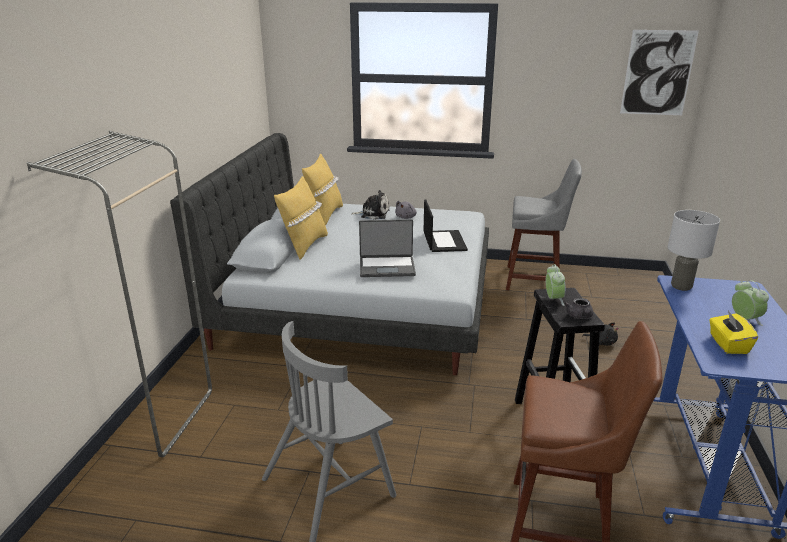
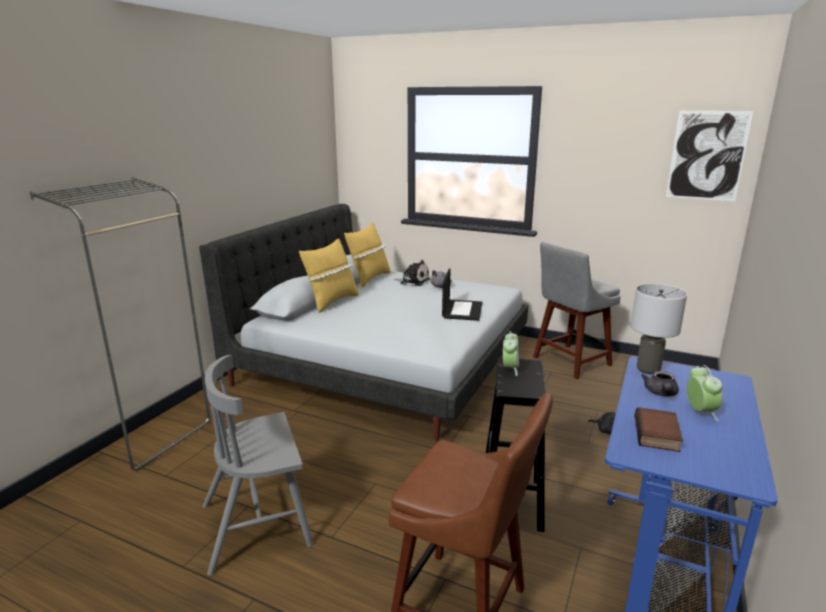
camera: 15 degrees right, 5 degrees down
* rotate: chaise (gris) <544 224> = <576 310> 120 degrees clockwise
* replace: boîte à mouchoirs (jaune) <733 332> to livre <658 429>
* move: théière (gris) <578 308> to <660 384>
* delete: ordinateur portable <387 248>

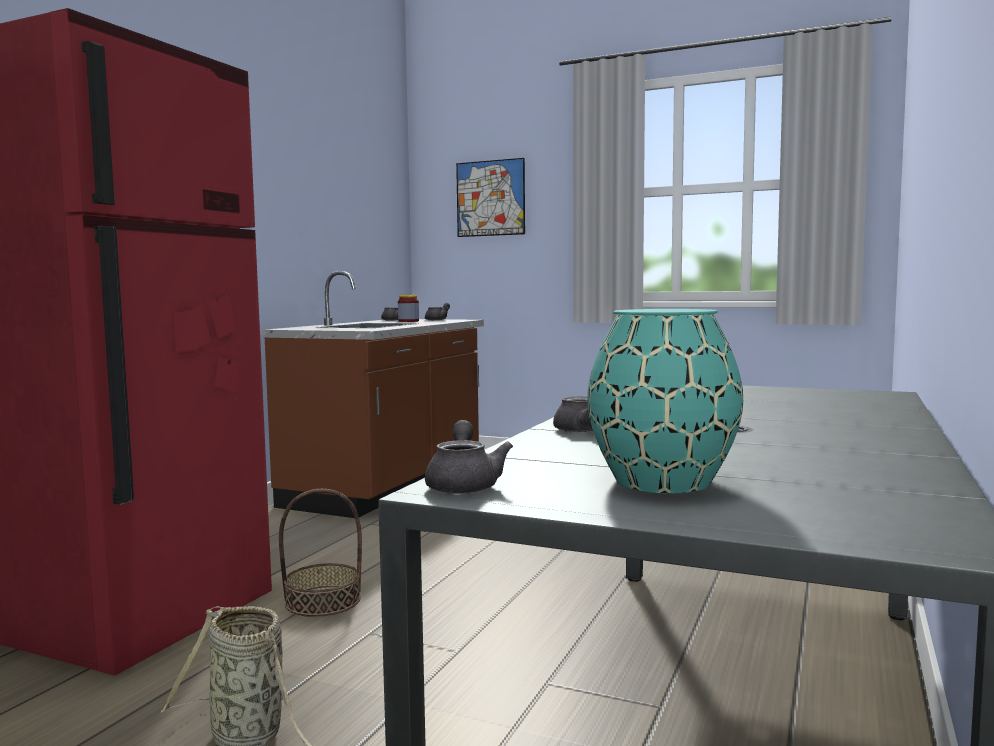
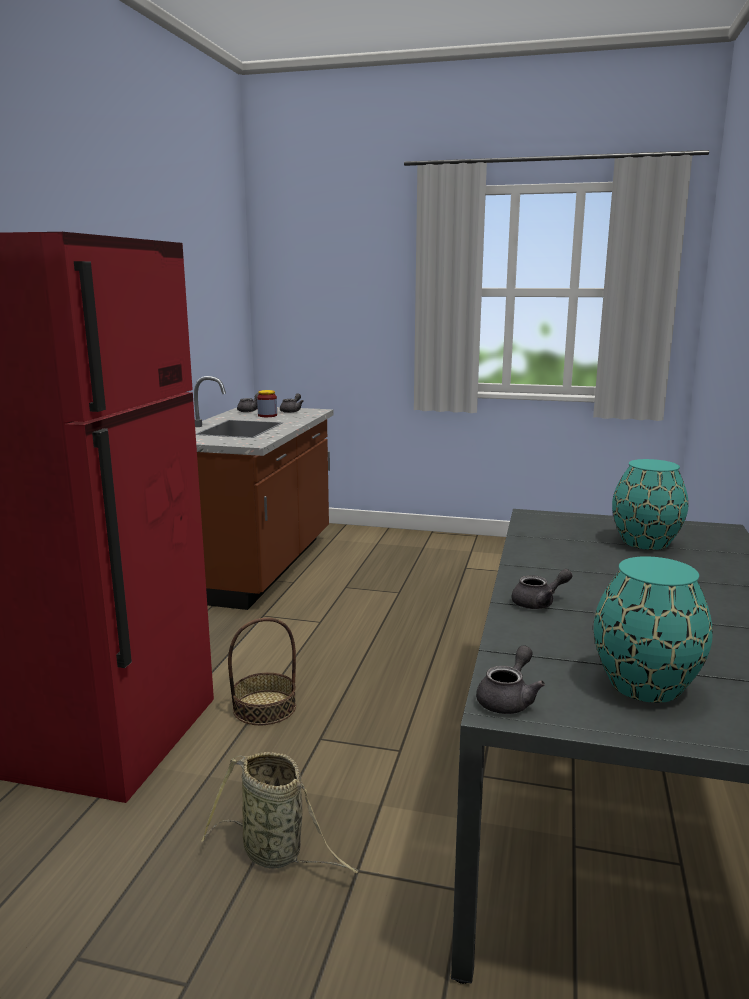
camera: 10 degrees left, 10 degrees up
* rotate: théière (gris) <469 457> = <510 680> 45 degrees clockwise
* insert: vase (turquoise) <650 504>
* delete: tableau <490 197>

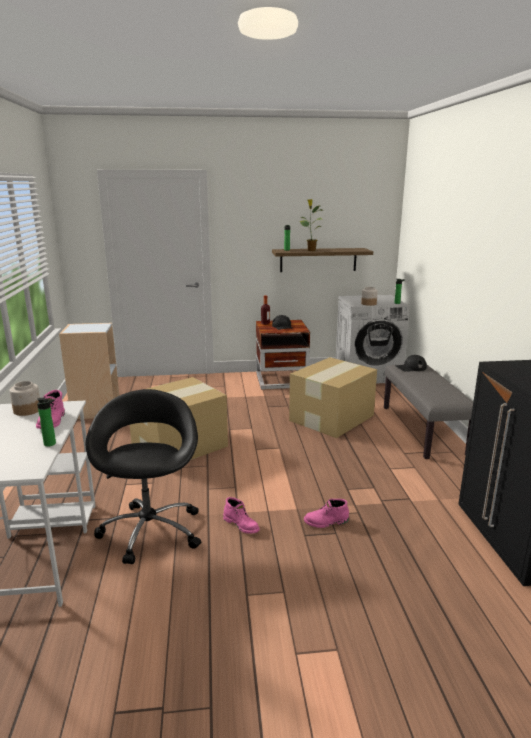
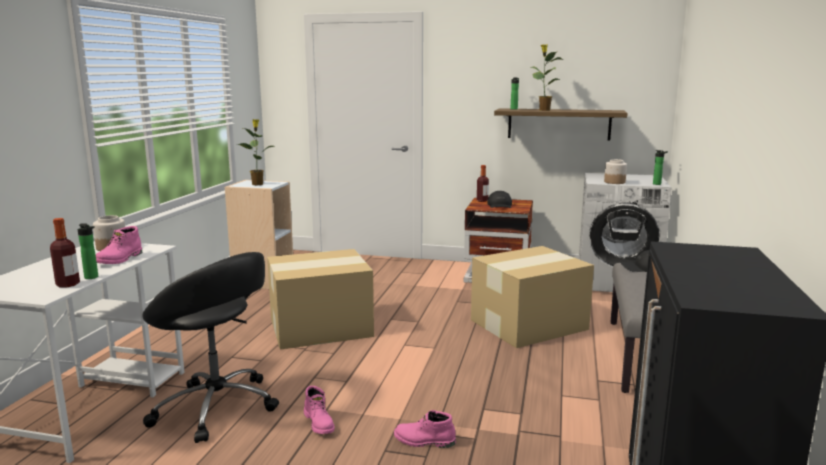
camera: 20 degrees right, 5 degrees down
* insert: bouteille <65 253>
* rotate: chaise de bureau (noir) <143 476> = <211 347> 105 degrees clockwise
* insert: plante en pot <256 152>

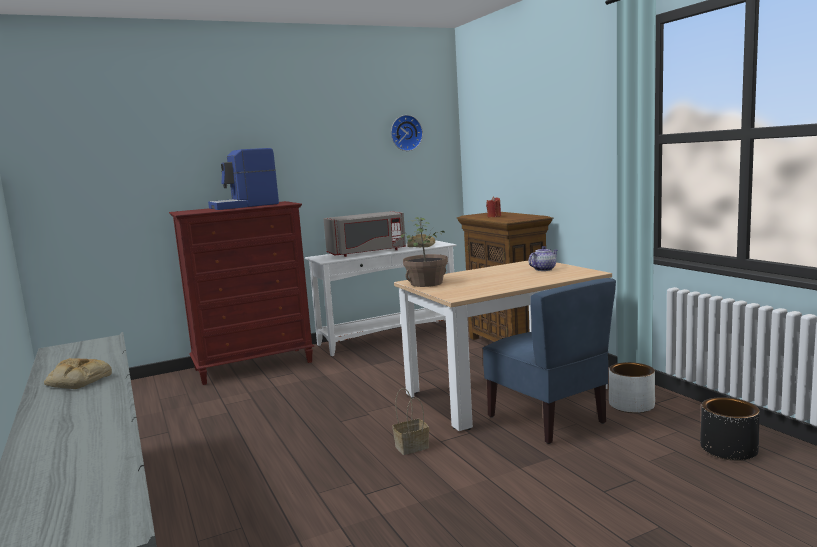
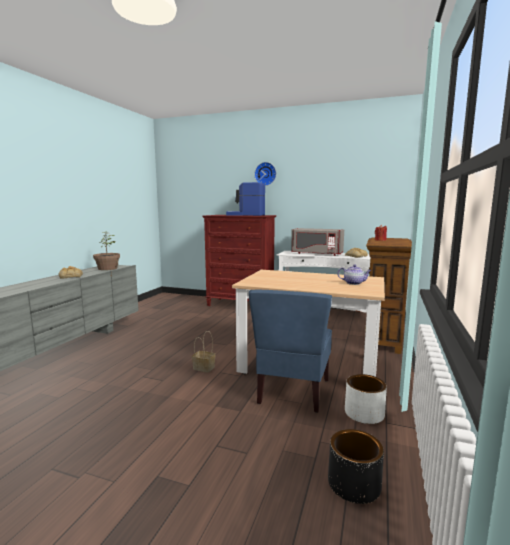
camera: 45 degrees right, 0 degrees up
* move: plante en pot <424 252> to <106 251>
* move: horloge murale <407 133> to <265 174>

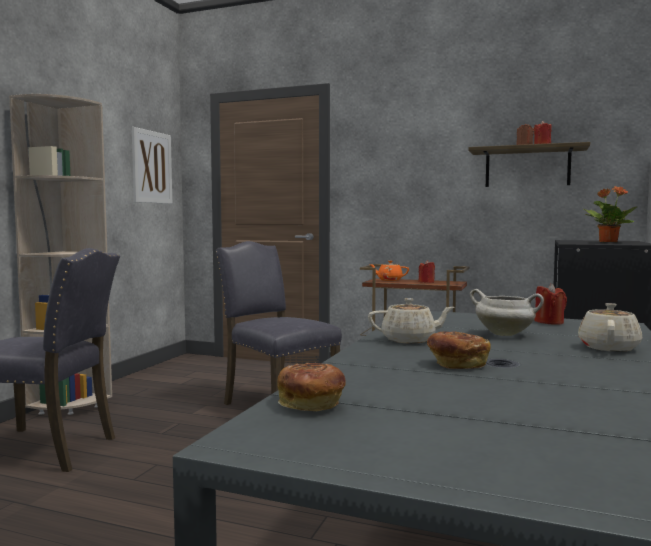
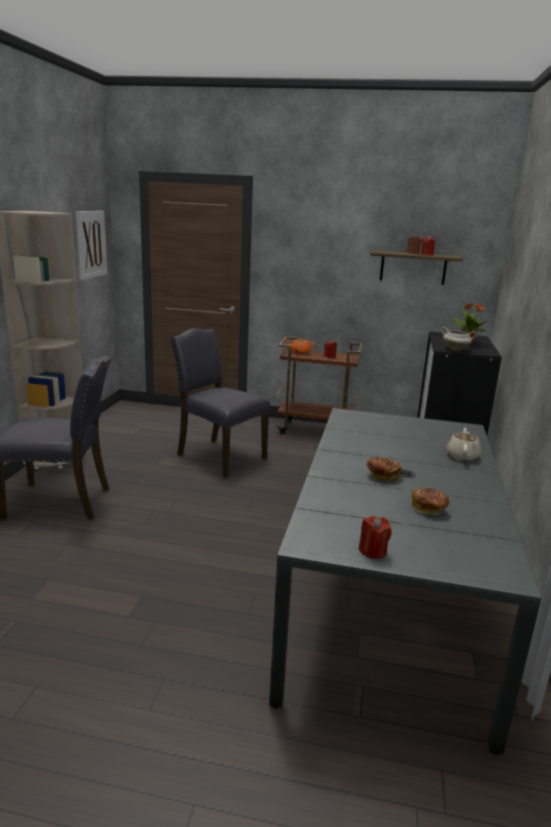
camera: 10 degrees left, 15 degrees up
* move: bougie (rouge) <550 304> to <375 537>
* move: pain <311 387> to <430 501>
* move: marmite (blanc) <507 312> to <458 338>
* delete: théière (beige) <411 321>

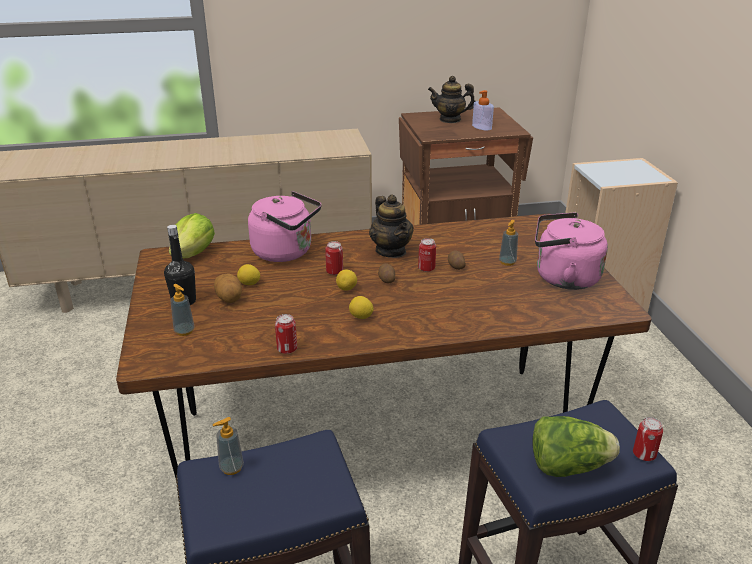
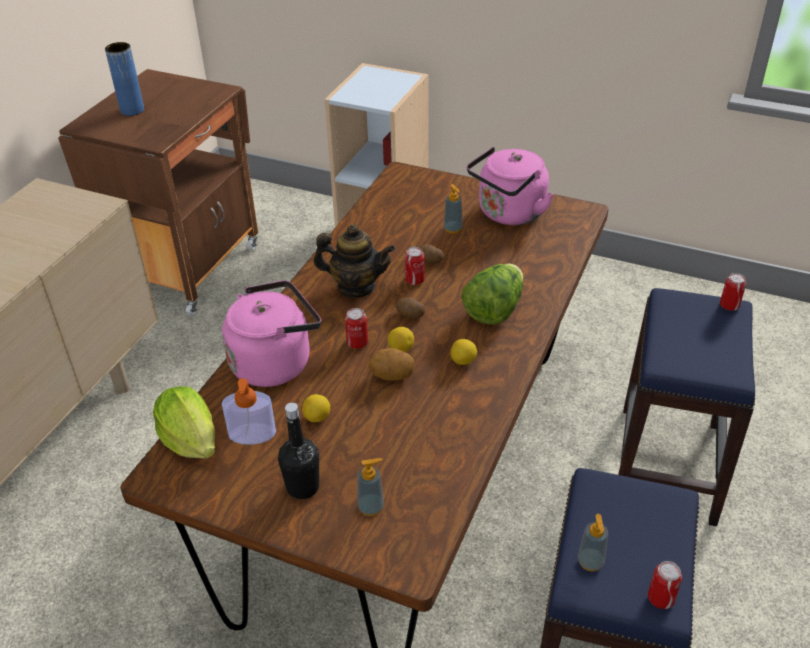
camera: 55 degrees left, 10 degrees up
* replace: théière <451 99> to vase (bleu) <124 79>
* move: distributeur de savon <483 110> to <249 411>
* move: pomme de terre <228 288> to <391 364>
* move: laitue <576 446> to <492 294>
* move: boîte métallique <286 334> to <665 585>

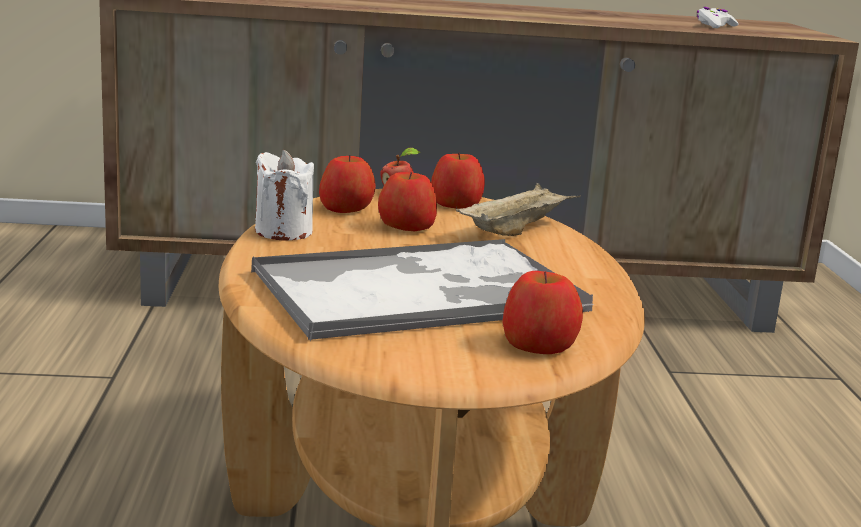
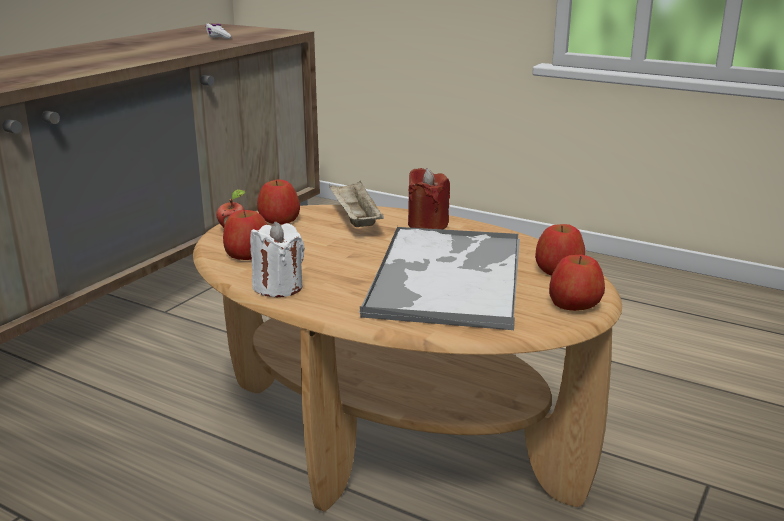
camera: 55 degrees left, 5 degrees up
* insert: bougie (rouge) <429 198>
* move: pomme <407 201> to <577 283>

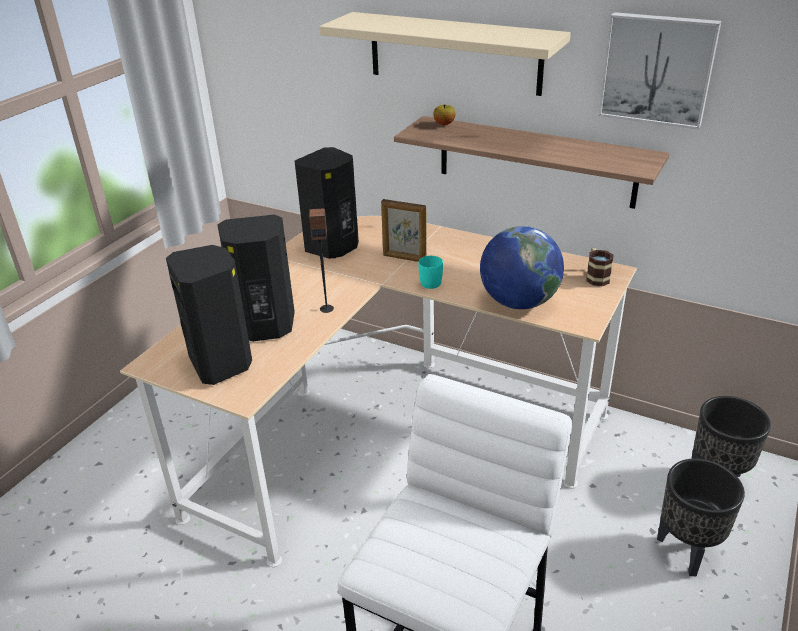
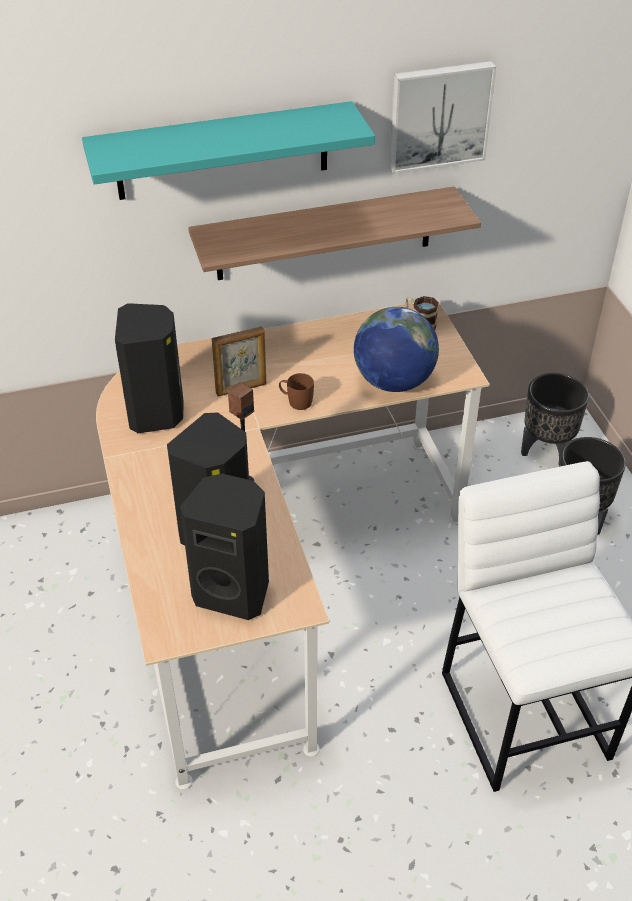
camera: 45 degrees left, 10 degrees up
* recolor: étagère (beige) <445 54> to étagère (turquoise) <228 150>
* recolor: mug (turquoise) <431 272> to mug (marron) <296 391>
* delete: pomme <444 114>

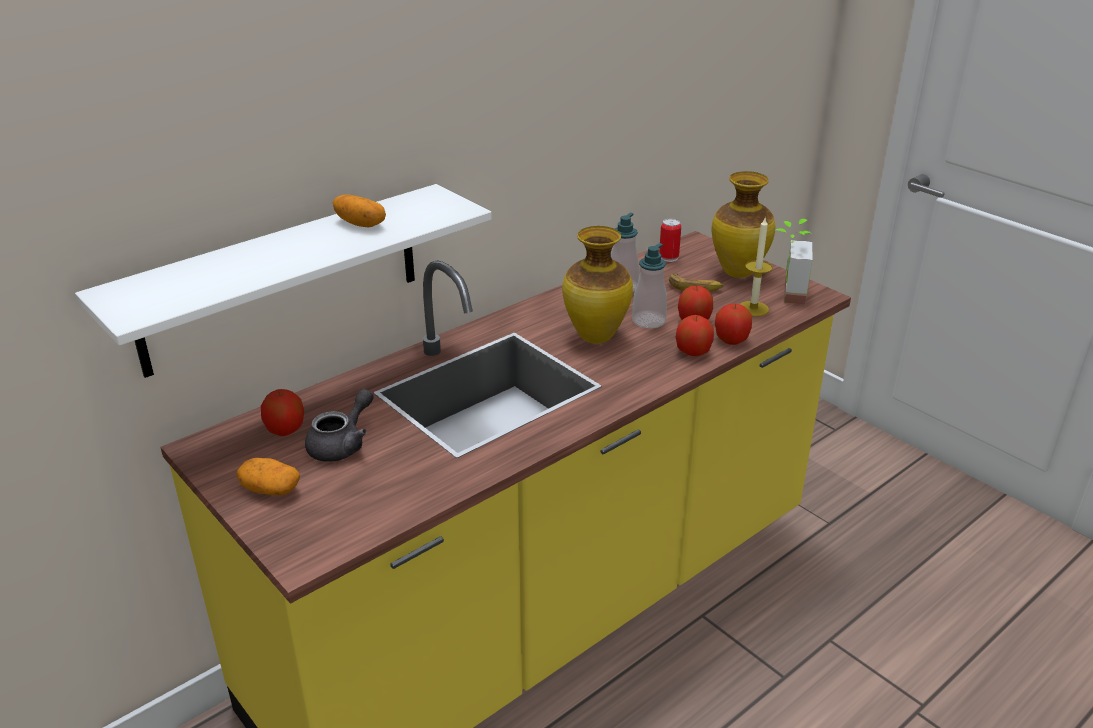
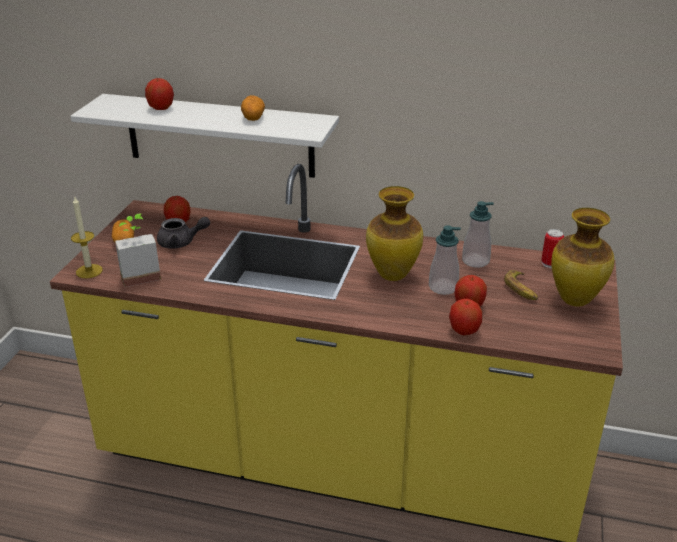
camera: 55 degrees right, 0 degrees up
* move: bougie <756 267> to <87 237>
* move: plante en pot <794 262> to <138 250>
* move: pomme <695 335> to <159 94>

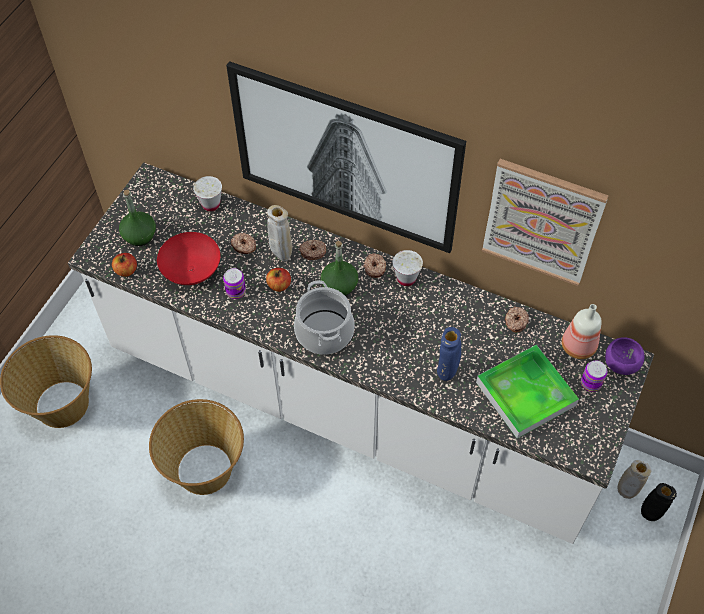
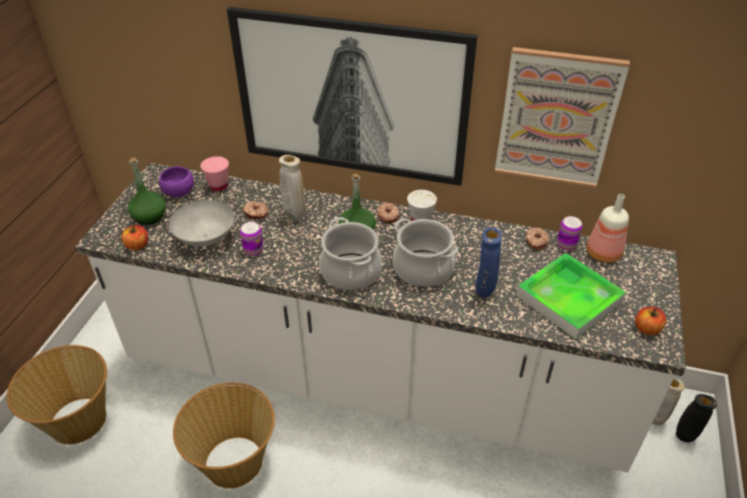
camera: 10 degrees left, 15 degrees down
* move: bol (violet) <624 356> to <176 181>
* recolor: bol (rouge) <188 258> to bol (gris) <202 223>
* recolor: tasse (blanc) <207 193> to tasse (rose) <215 173>
* insert: marmite <425 252>
* move: boîte métallique <594 376> to <570 233>
* move: pomme <278 280> to <650 321>
* delete: beignet <312 250>

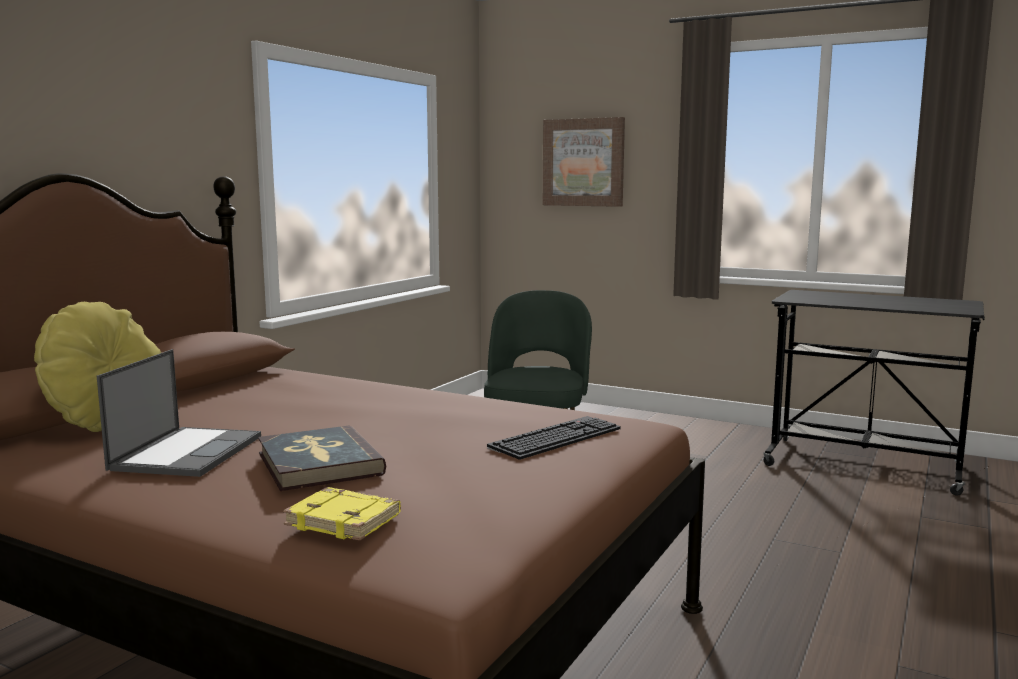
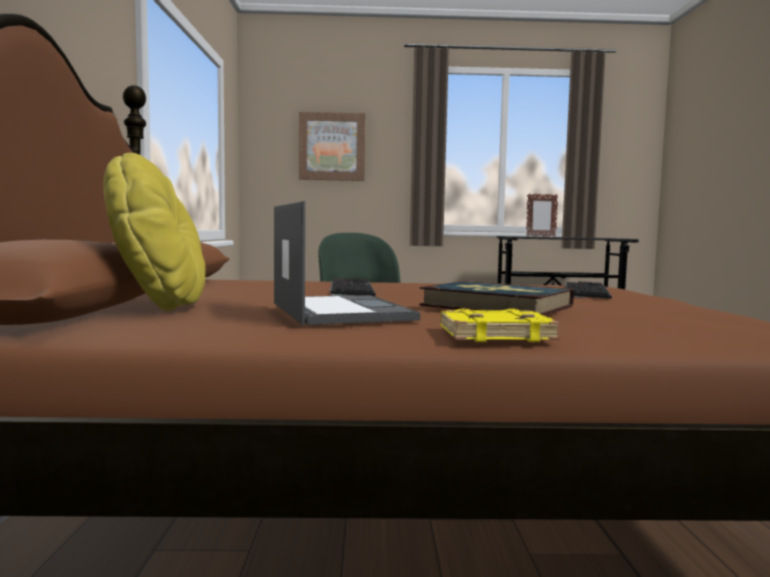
camera: 30 degrees left, 5 degrees down
* insert: clavier <353 287>
* move: livre (jaune) <342 514> to <500 325>
* insert: cadre photo <542 215>

